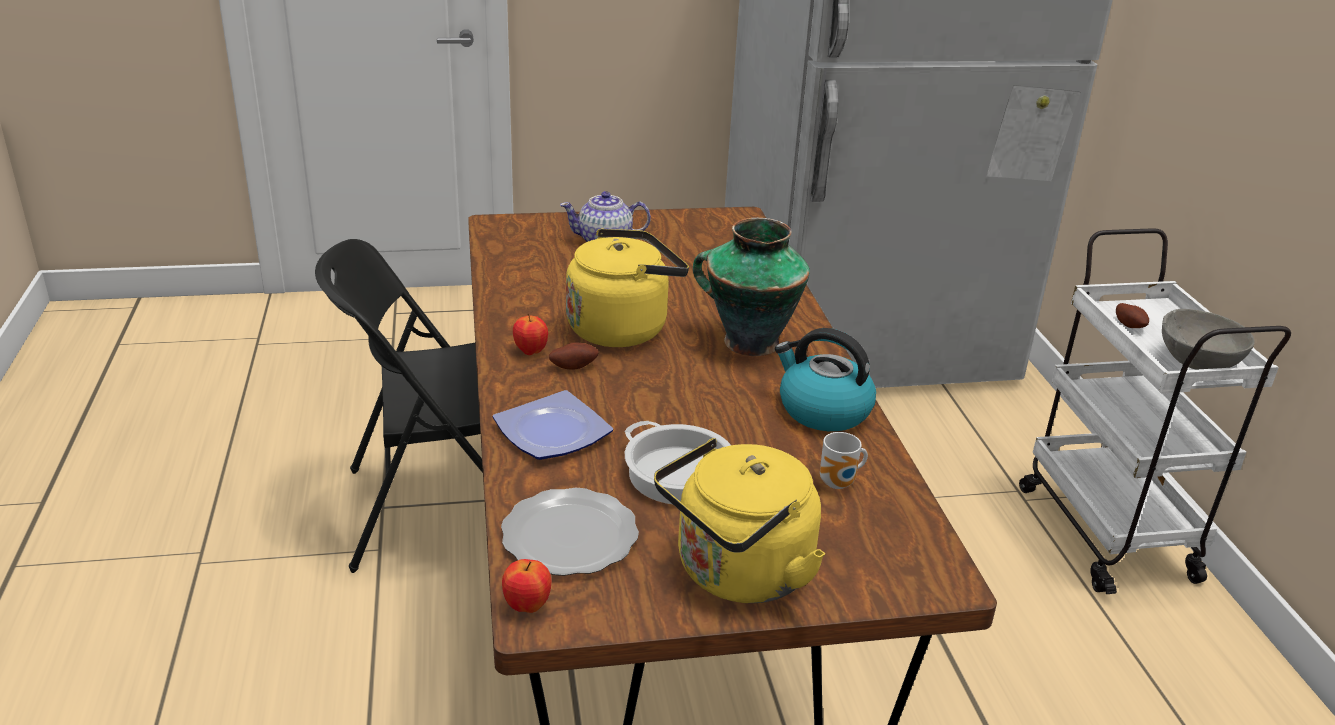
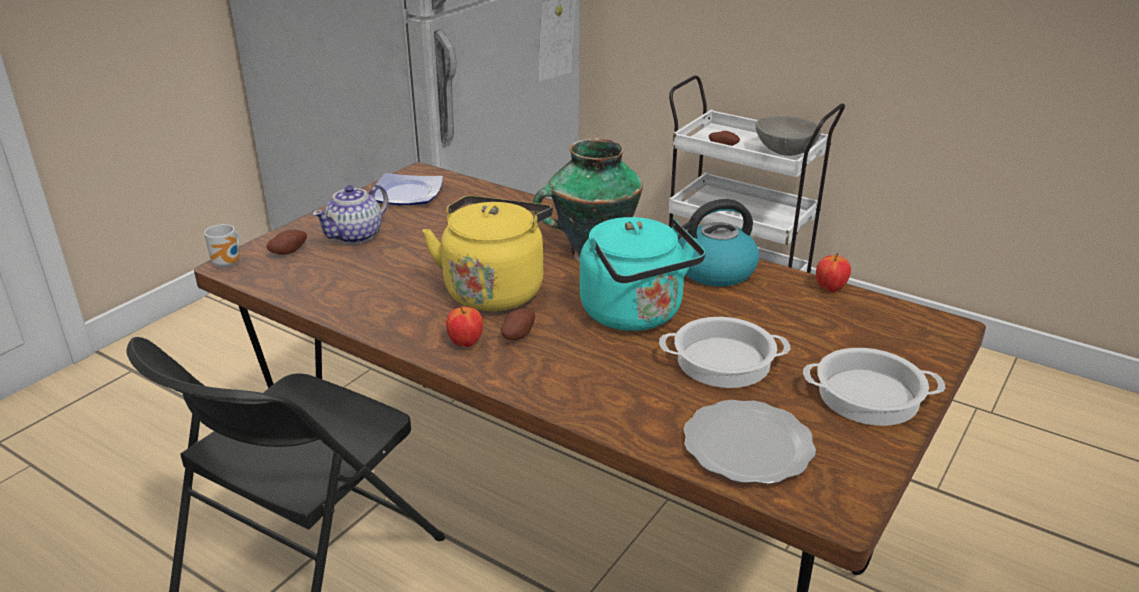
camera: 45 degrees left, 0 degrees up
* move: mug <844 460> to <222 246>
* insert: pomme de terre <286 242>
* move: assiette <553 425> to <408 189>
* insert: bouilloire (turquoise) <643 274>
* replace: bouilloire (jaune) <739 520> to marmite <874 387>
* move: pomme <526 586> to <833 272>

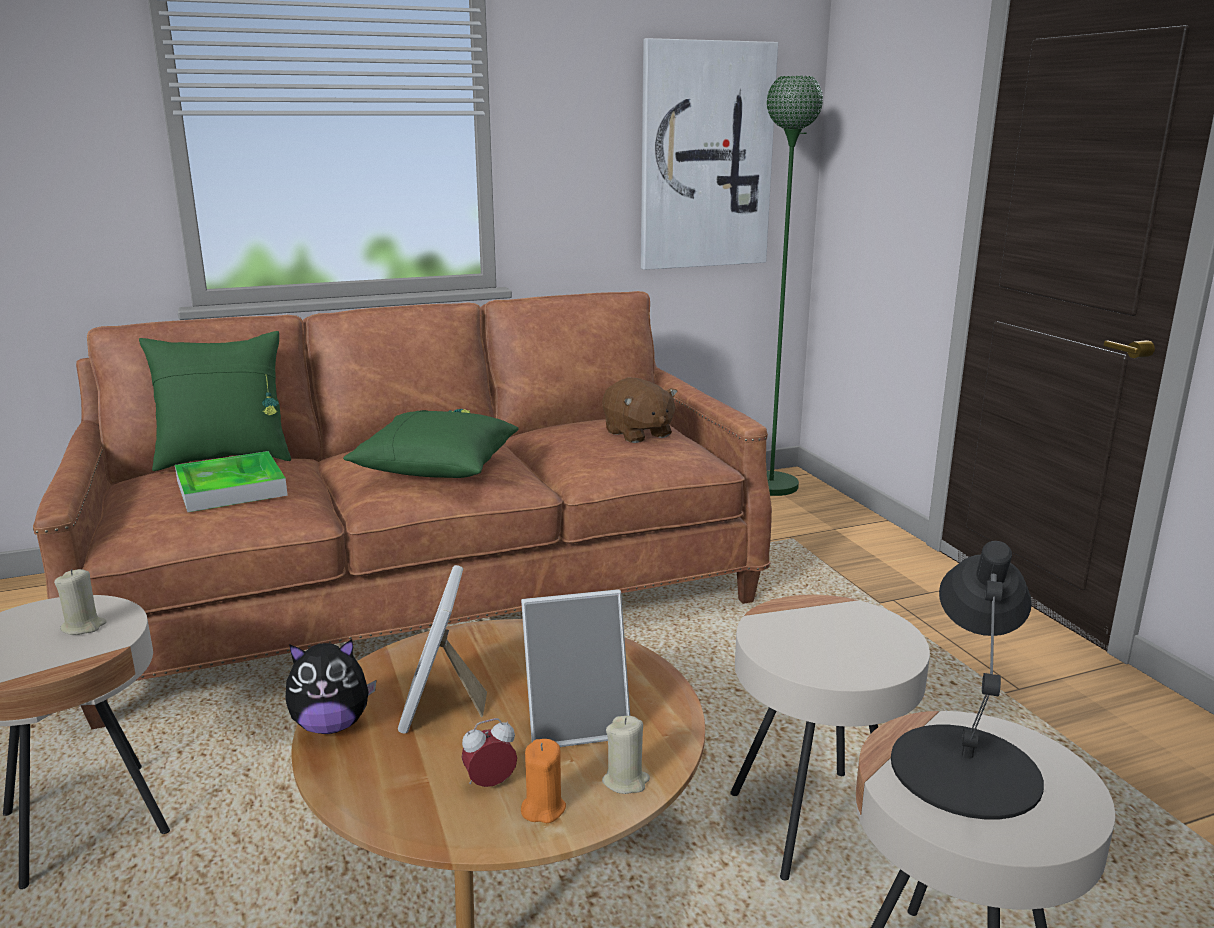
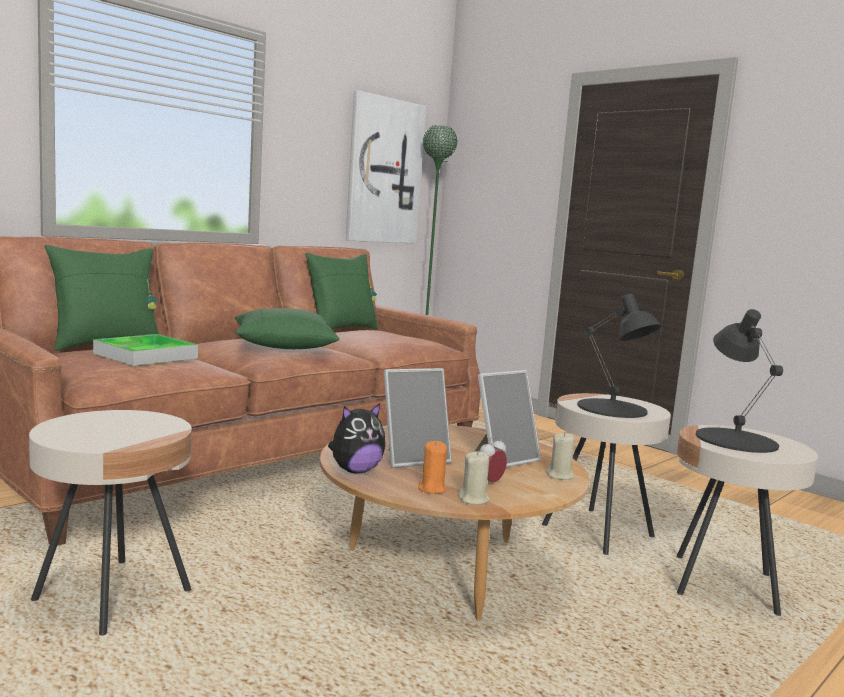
camera: 25 degrees left, 10 degrees down
* insert: coussin (vert) <341 291>
* rotate: cadre photo <442 649> = <418 418> 90 degrees counterclockwise
* move: bougie (orange) <543 781> to <432 467>
* move: bougie (beige) <80 602> to <474 477>
* insert: lampe de table (noir) <619 355>
* delete: peluche (marron) <640 410>

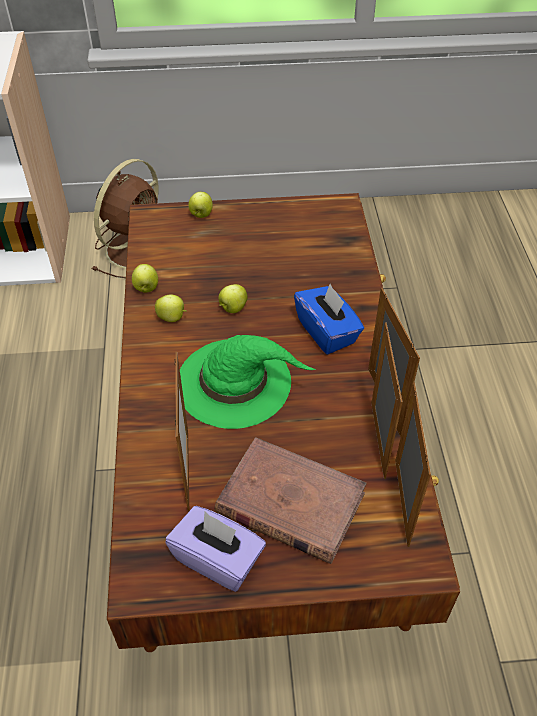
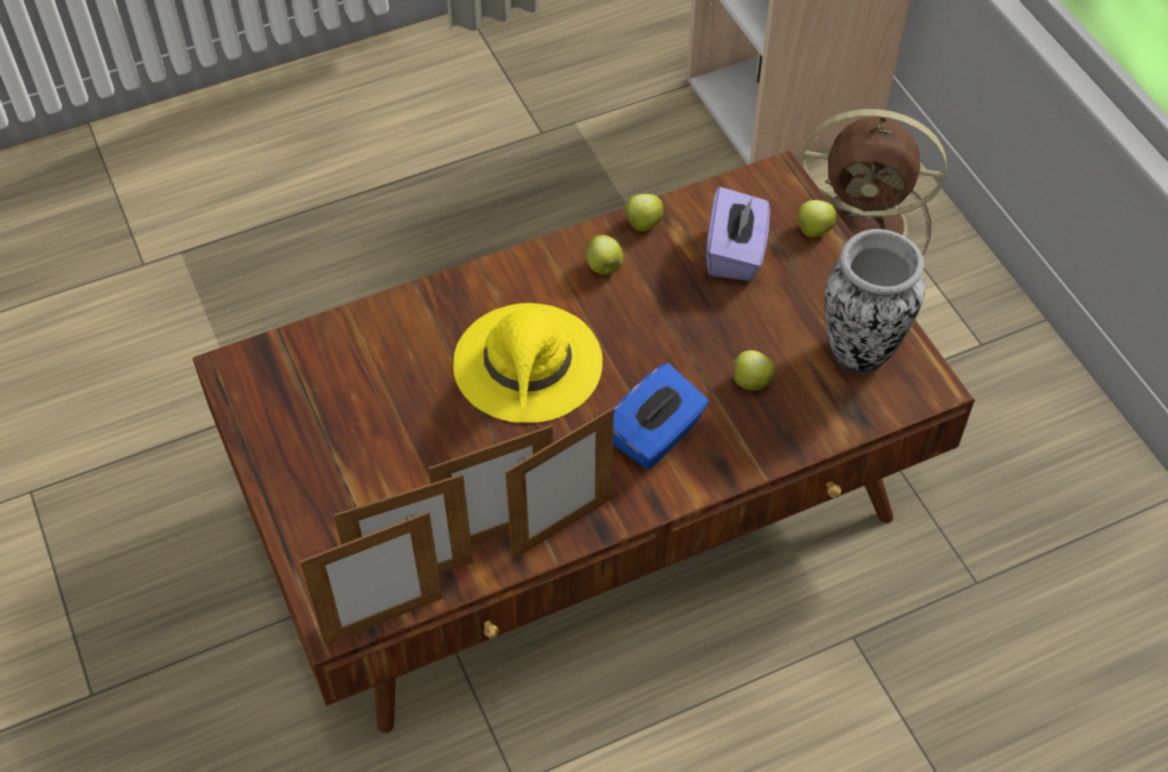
camera: 70 degrees right, 5 degrees up
* move: cadre photo <182 432> to <371 578>
* recolor: chapeau (vert) <248 382> to chapeau (jaune) <528 363>
* move: boîte à mouchoirs (violet) <215 549> to <738 234>
* move: pomme <233 298> to <753 370>
* insert: vase <875 301>
* delete: livre (marron) <291 500>

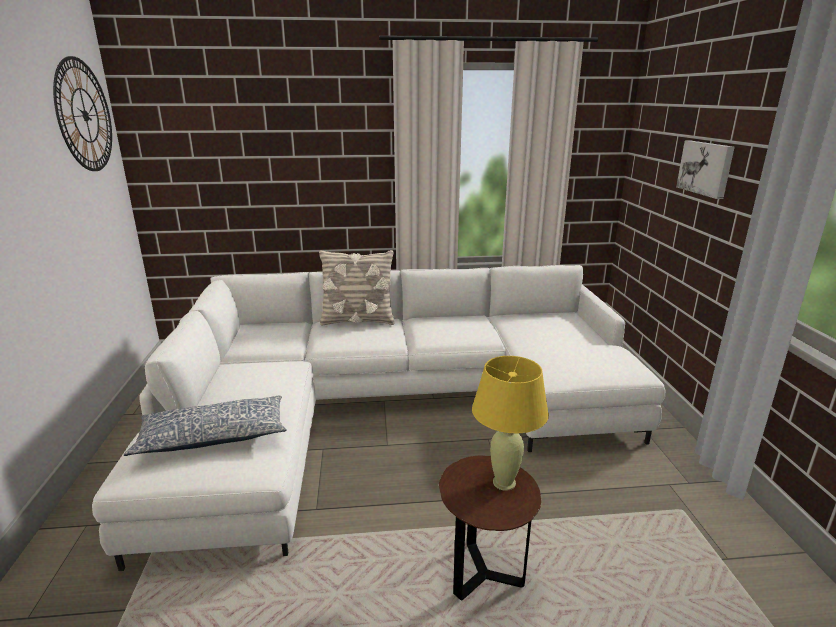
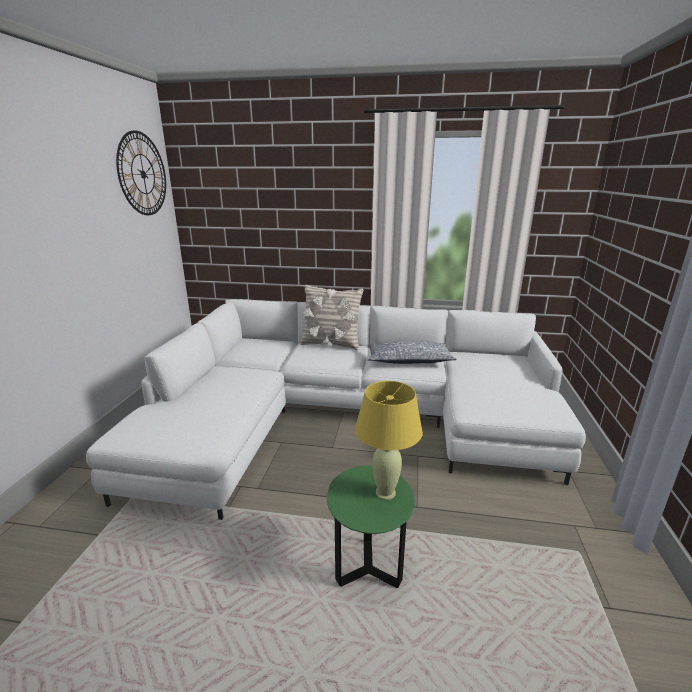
camera: 15 degrees right, 0 degrees up
* recolor: table d'appoint (marron) <490 528> to table d'appoint (vert) <371 527>
* move: coussin <205 426> to <412 352>
* delete: tableau <705 170>

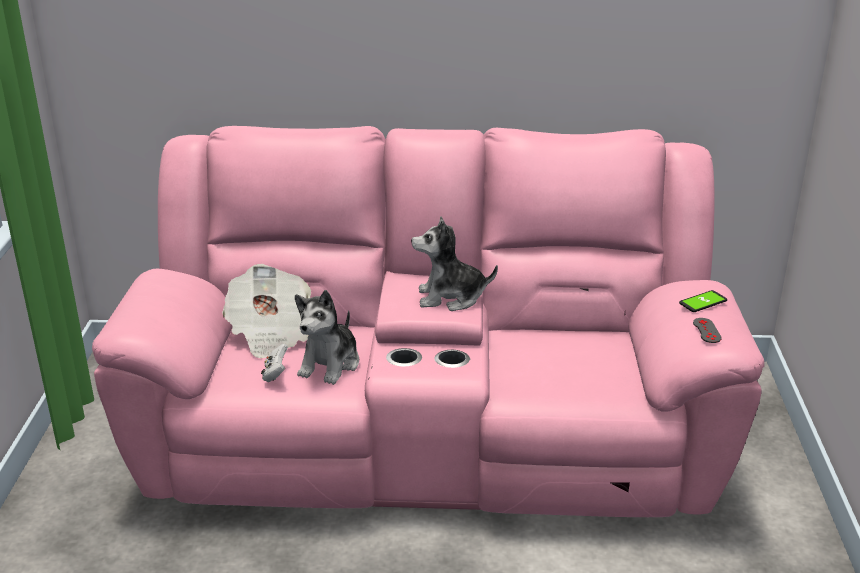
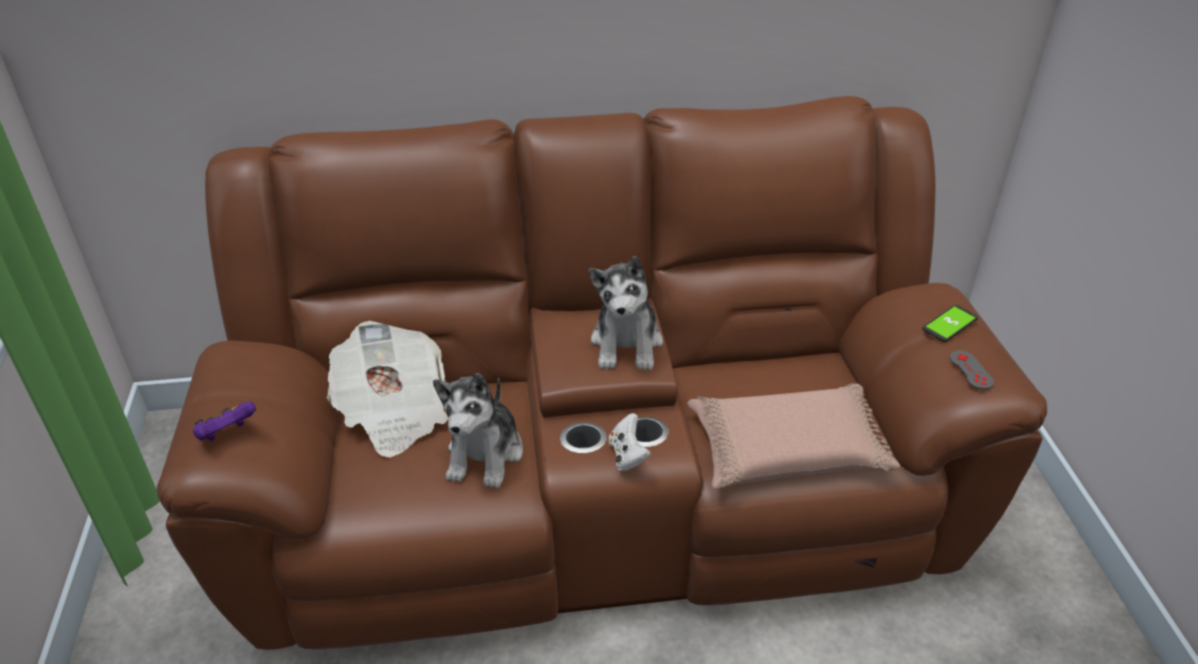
camera: 10 degrees left, 10 degrees up
* recolor: canapé (rose) <428 321> to canapé (marron) <602 373>
* insert: manette (violet) <224 421>
* rotate: peluche <454 264> = <625 313> 75 degrees counterclockwise
* move: manette (blanc) <274 363> to <629 442>
* insert: coussin (beige) <793 436>

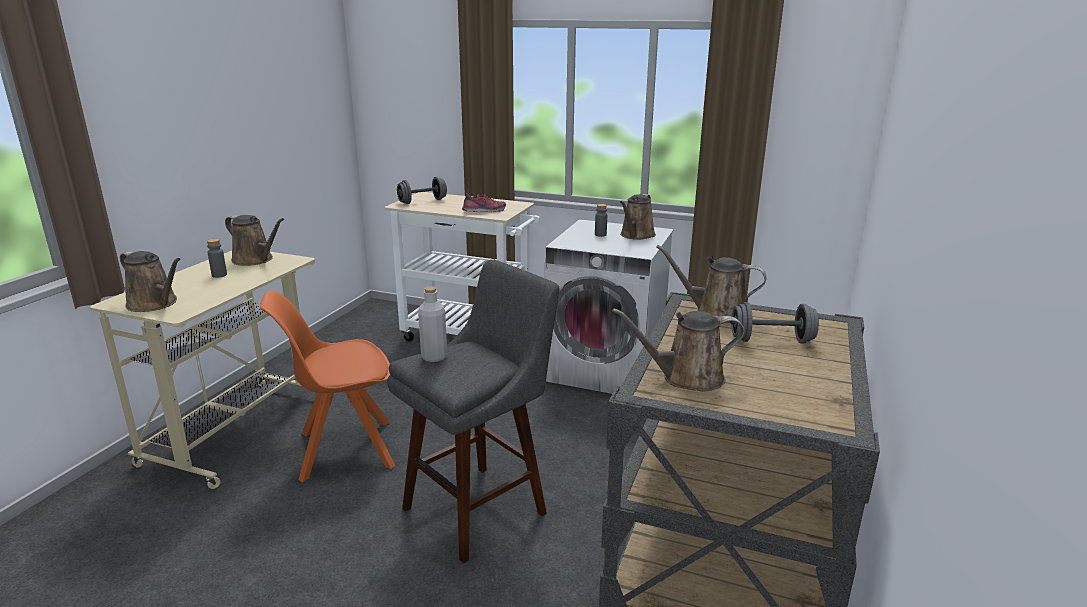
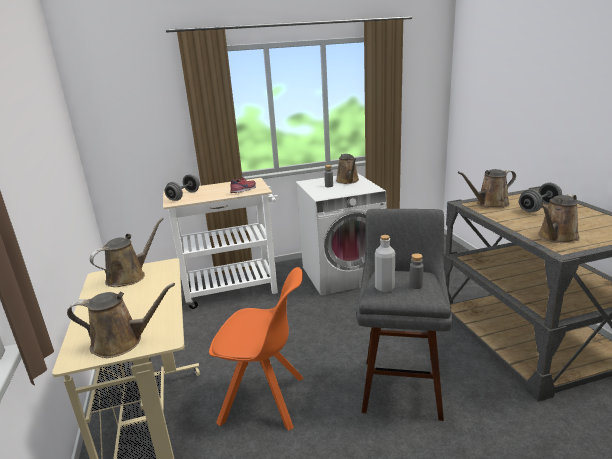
camera: 35 degrees left, 0 degrees up
* rotate: arrosoir (marron) <254 240> = <127 252> 45 degrees counterclockwise
* rotate: chaise (orange) <327 386> = <256 349> 120 degrees counterclockwise
* move: bouteille (gris) <217 258> to <416 271>

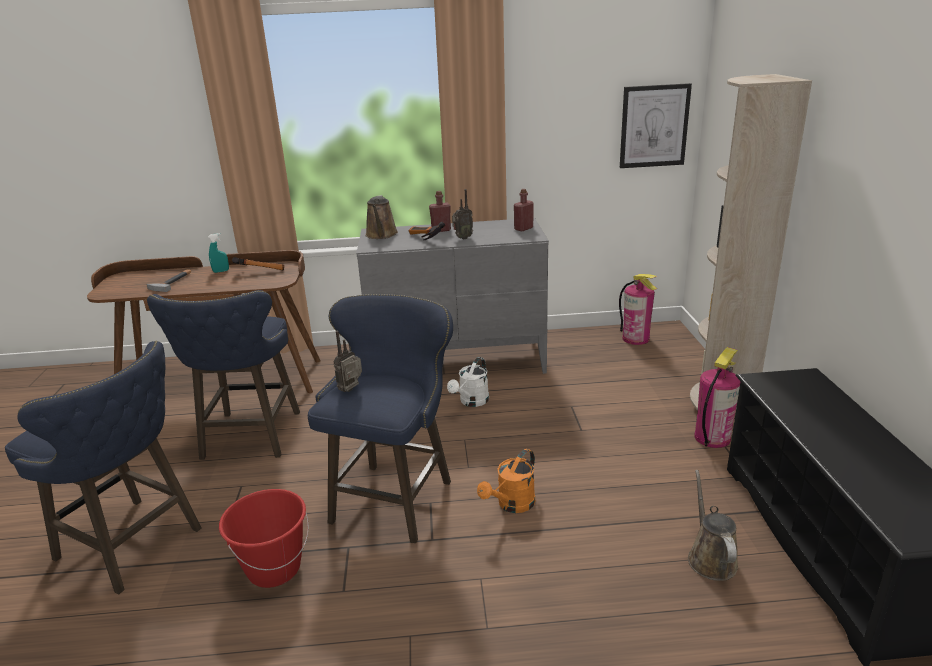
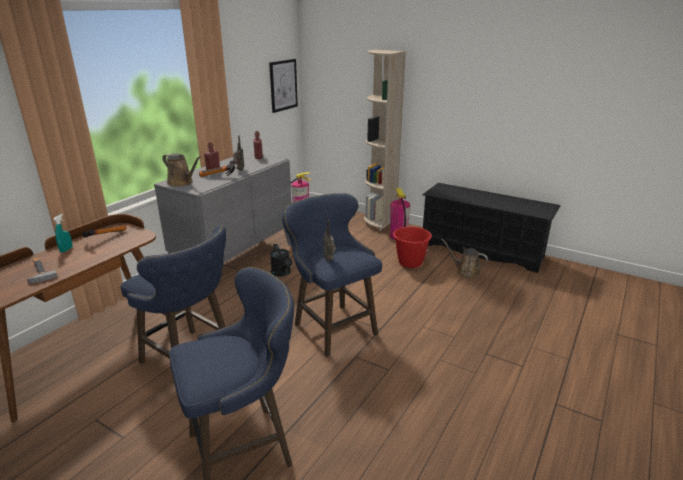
camera: 55 degrees left, 0 degrees up
* recolor: arrosoir (blanc) <468 382> to arrosoir (noir) <281 260>
* move: seau (rouge) <264 538> to <412 247>
* delete: arrosoir (orange) <506 481>

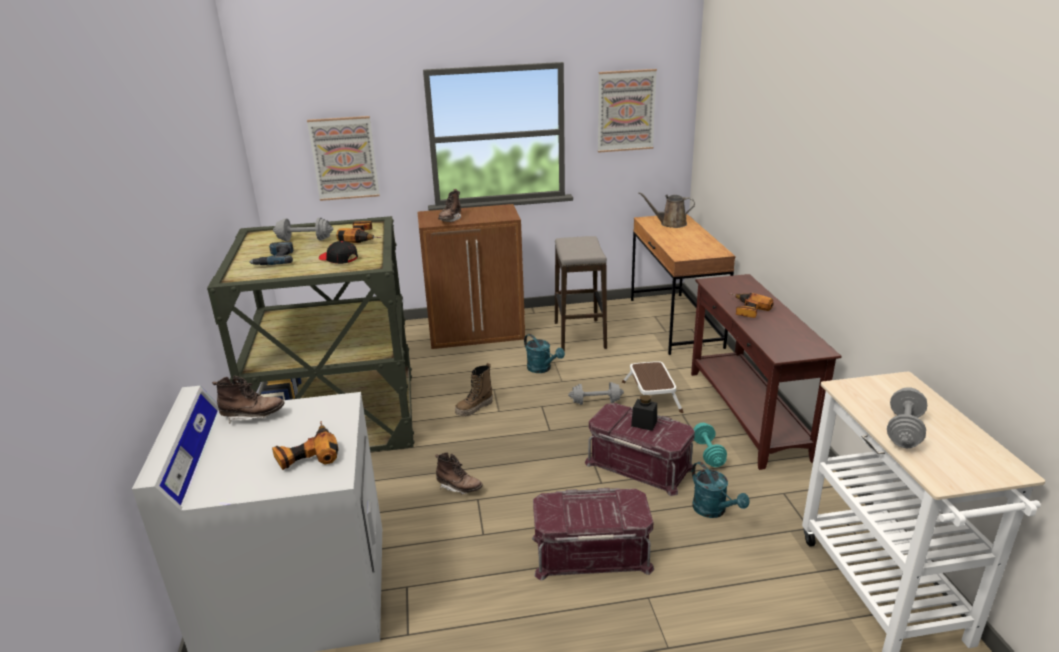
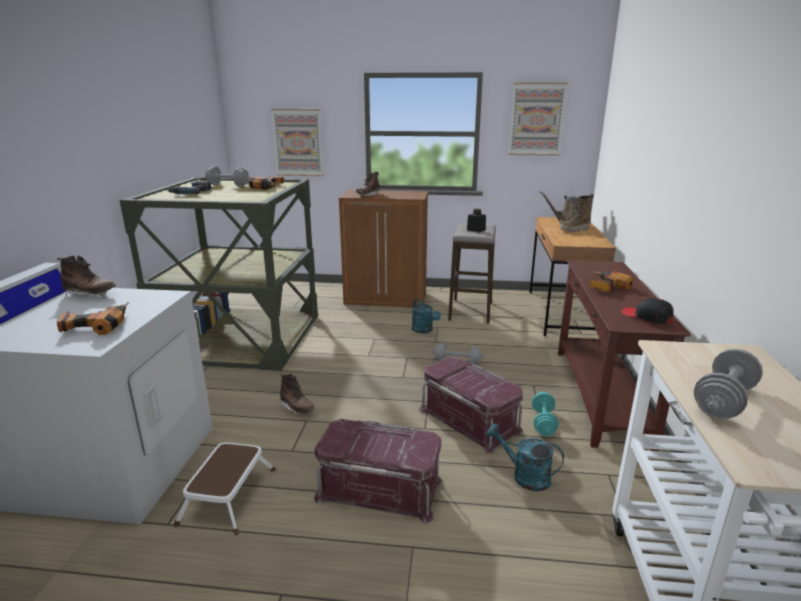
camera: 15 degrees right, 5 degrees down
* move: escabeau (marron) <652 387> to <225 489>
* move: bocal (noir) <644 413> to <476 221>
* rotate: arrosoir (turquoise) <720 490> = <525 457> 135 degrees clockwise
* move: botte <474 390> to <577 213>
* move: casquette (noir) <338 252> to <648 311>

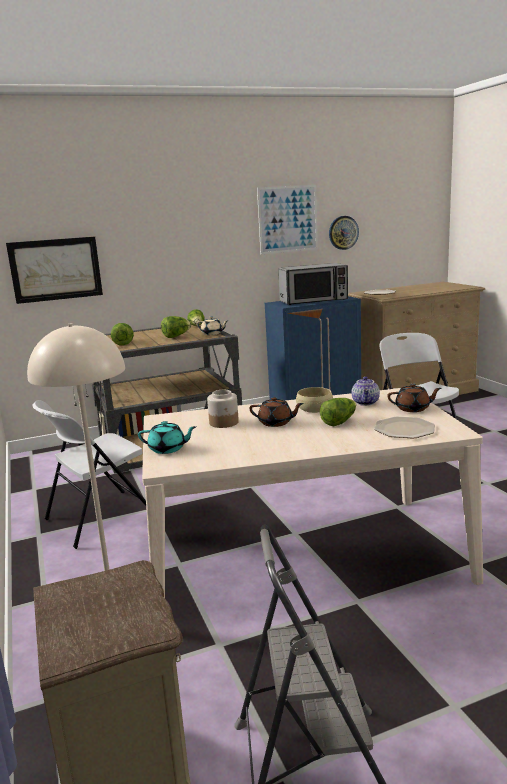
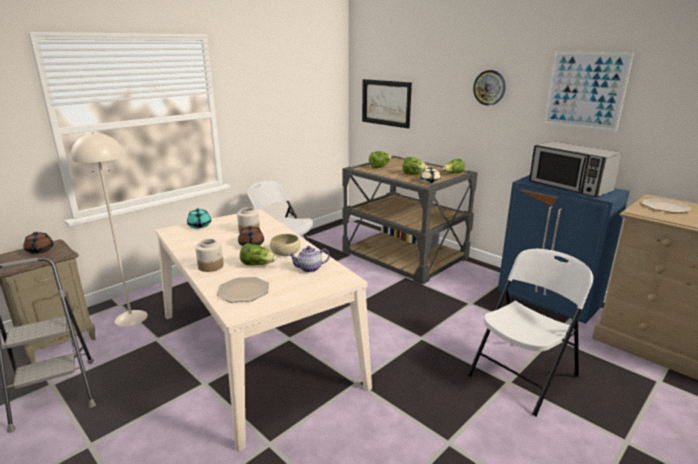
camera: 65 degrees right, 5 degrees up
* move: théière (marron) <414 398> to <38 243>
* insert: bocal <209 255>
* move: horloge murale <344 233> to <489 88>

